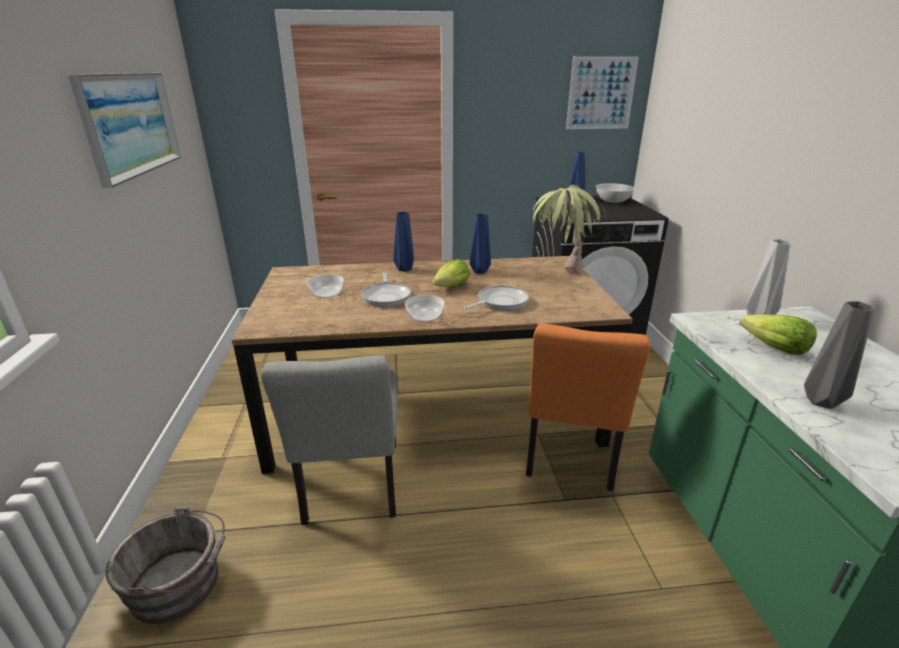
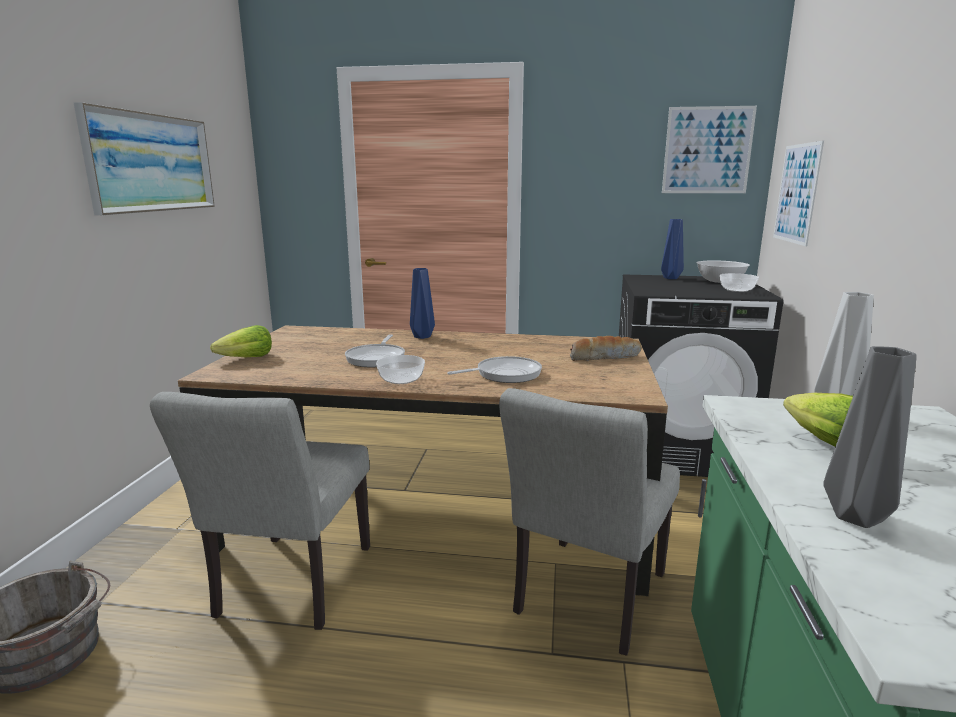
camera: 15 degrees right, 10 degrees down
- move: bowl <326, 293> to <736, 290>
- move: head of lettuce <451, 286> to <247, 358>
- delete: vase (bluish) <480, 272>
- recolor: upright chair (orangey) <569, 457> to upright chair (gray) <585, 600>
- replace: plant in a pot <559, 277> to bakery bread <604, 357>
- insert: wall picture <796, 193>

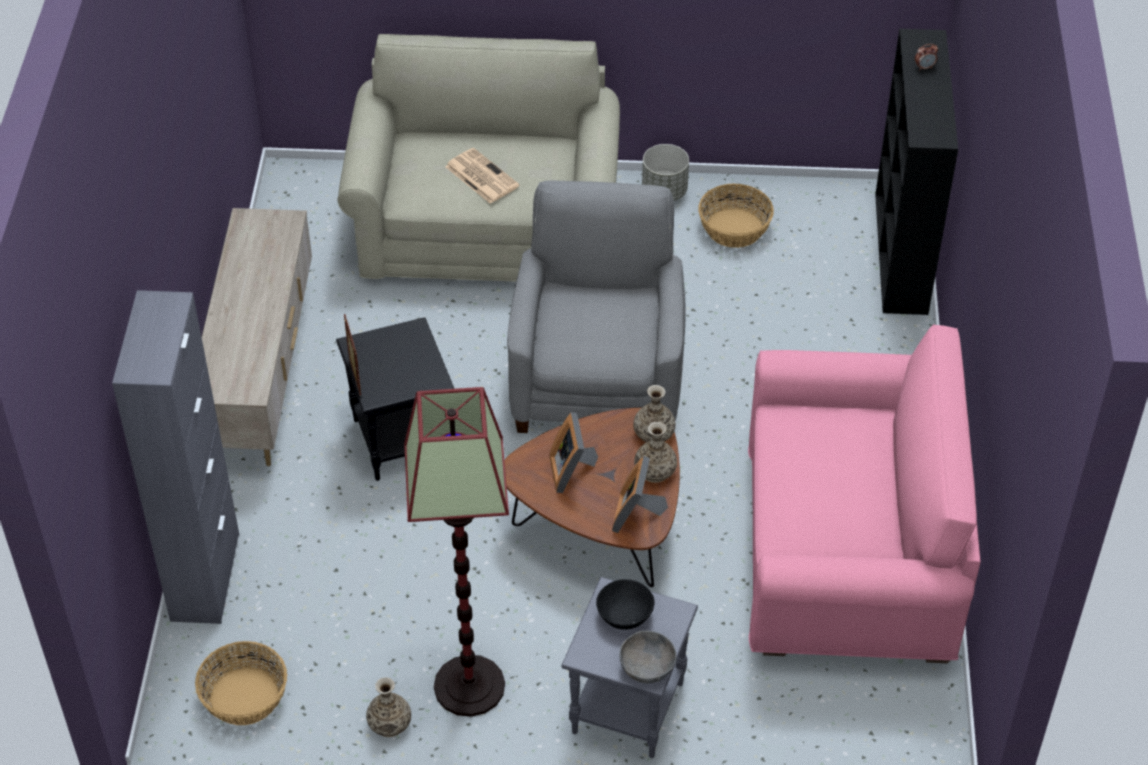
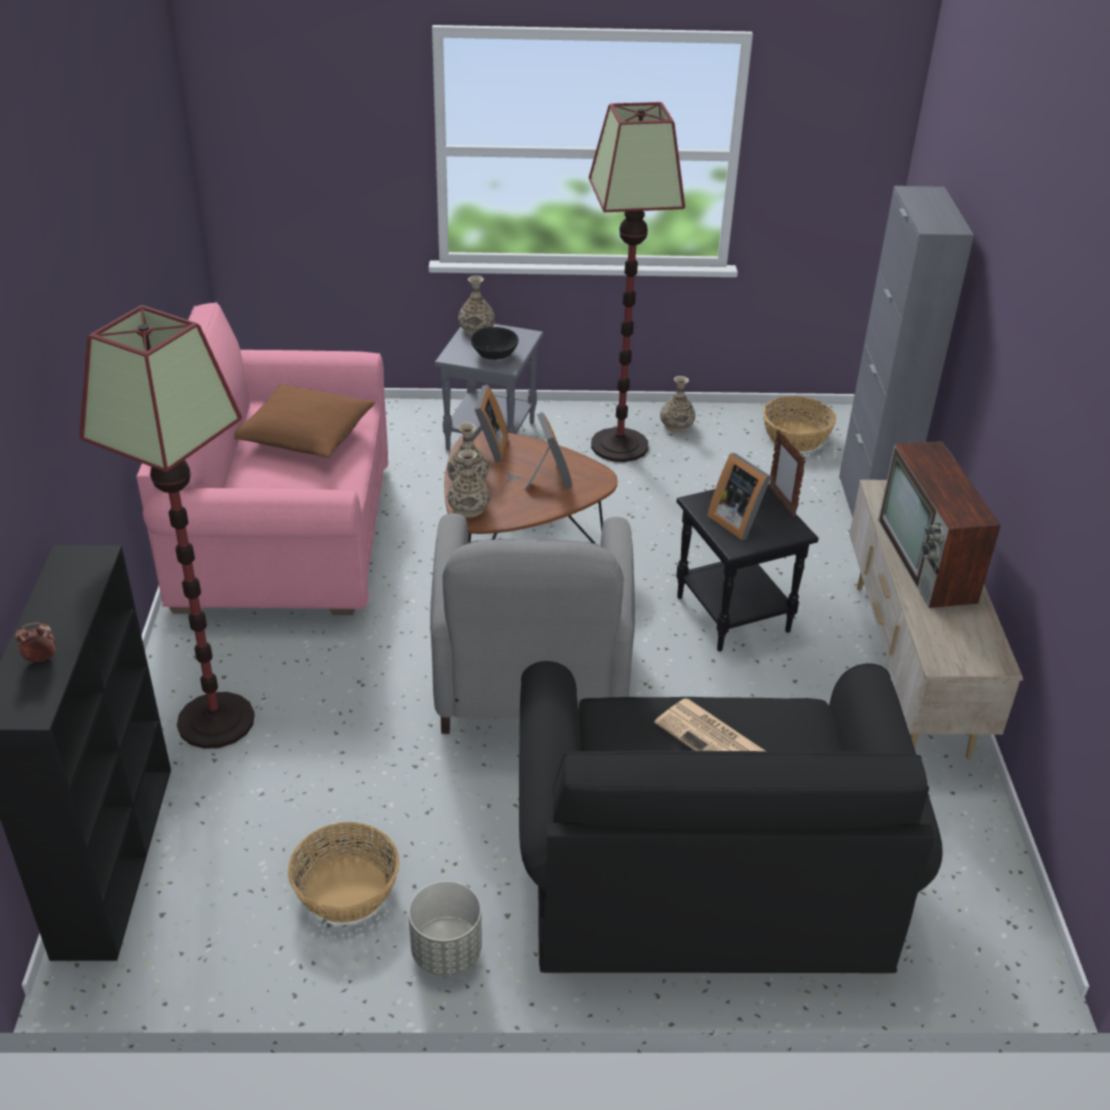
camera: 175 degrees right, 10 degrees down
- recolor: sofa (beige) <487, 228> to sofa (blackish) <702, 875>
- replace: bowl (gray) <647, 667> to vase <476, 330>
- insert: standard lamp <215, 721>
- insert: throw pillow (brown-coloured) <305, 435>
- insert: picture frame <737, 521>
- insert: TV <928, 562>

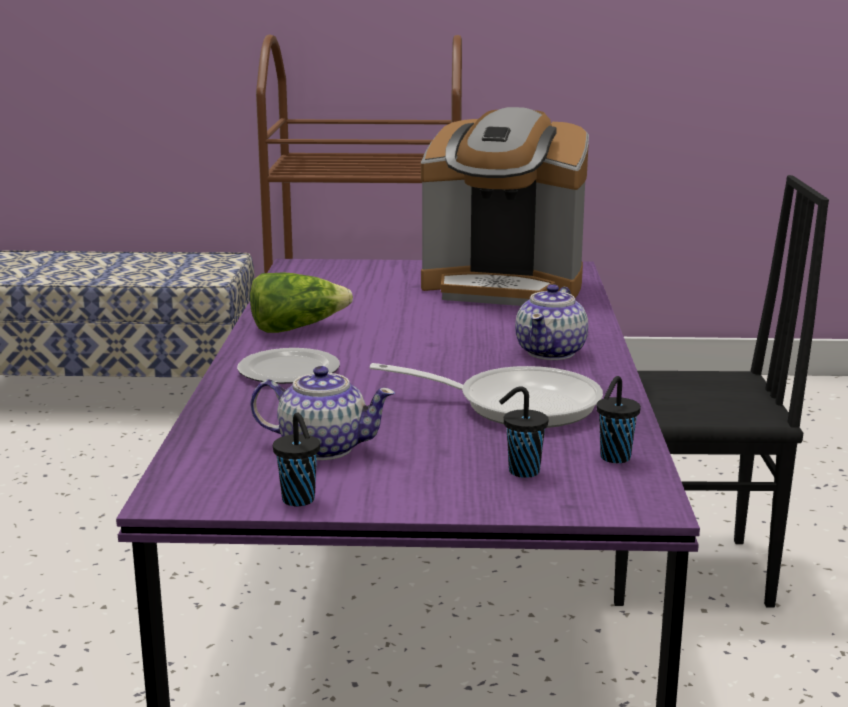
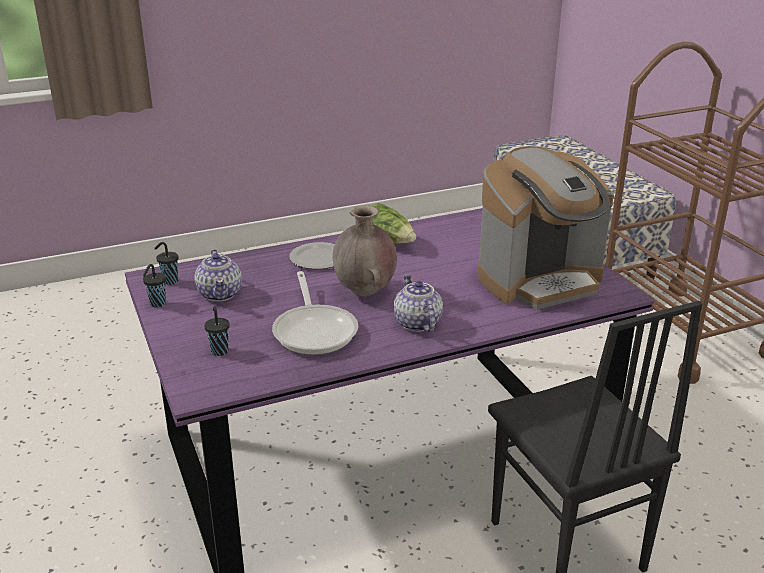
camera: 65 degrees right, 10 degrees up
- rotate: coffee maker <503, 287> = <540, 281> 105 degrees counterclockwise
- rotate: tea pot <551, 352> = <417, 323> 75 degrees clockwise
- move: drinking cup (blackish) <614, 458> to <169, 281>
- insert: vase (brown-coloured) <365, 292>

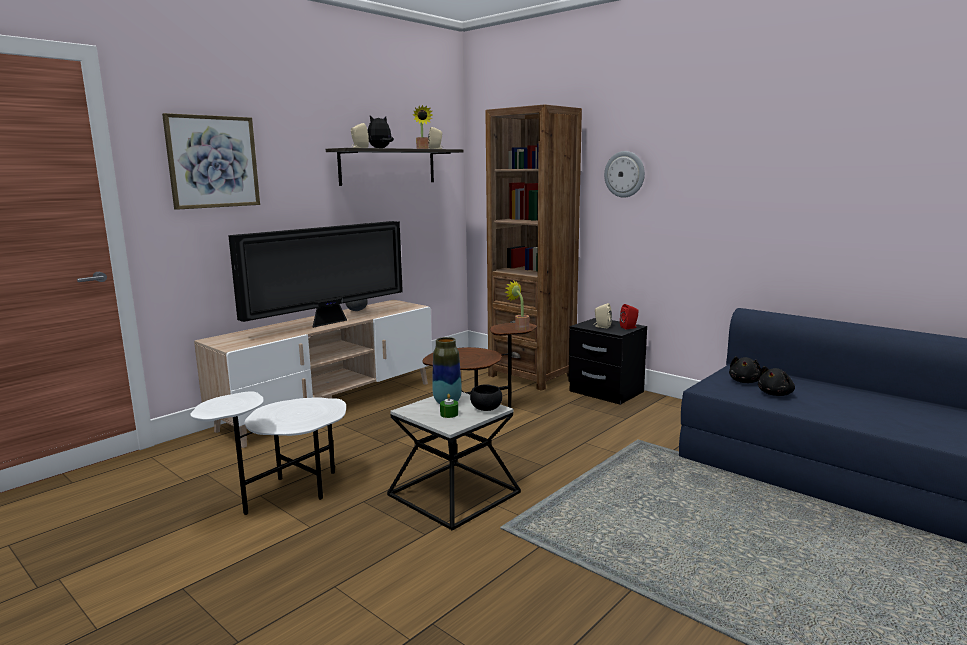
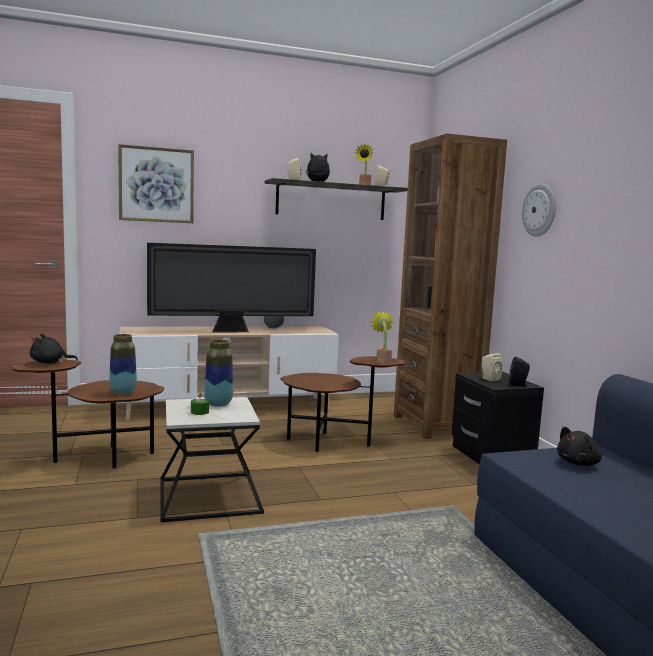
camera: 30 degrees right, 5 degrees down
- recolor: side table (white) <287, 494> to side table (brown-coloured) <99, 458>
- delete: bowl (blackish) <485, 409>
- recolor: speaker (red) <629, 327> to speaker (blackish) <519, 385>
- move: soft toy (blackish) <776, 394> to <50, 363>
- insert: vase <123, 392>

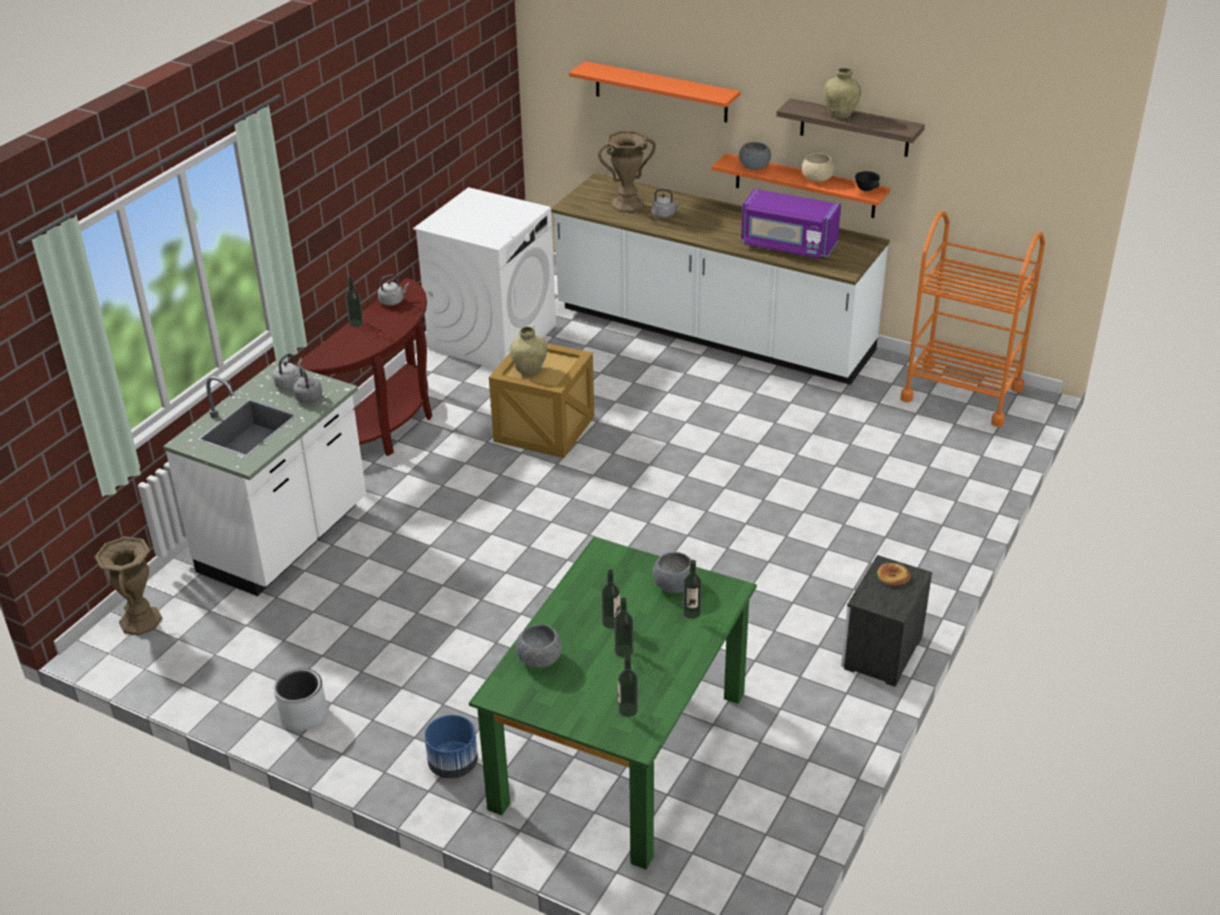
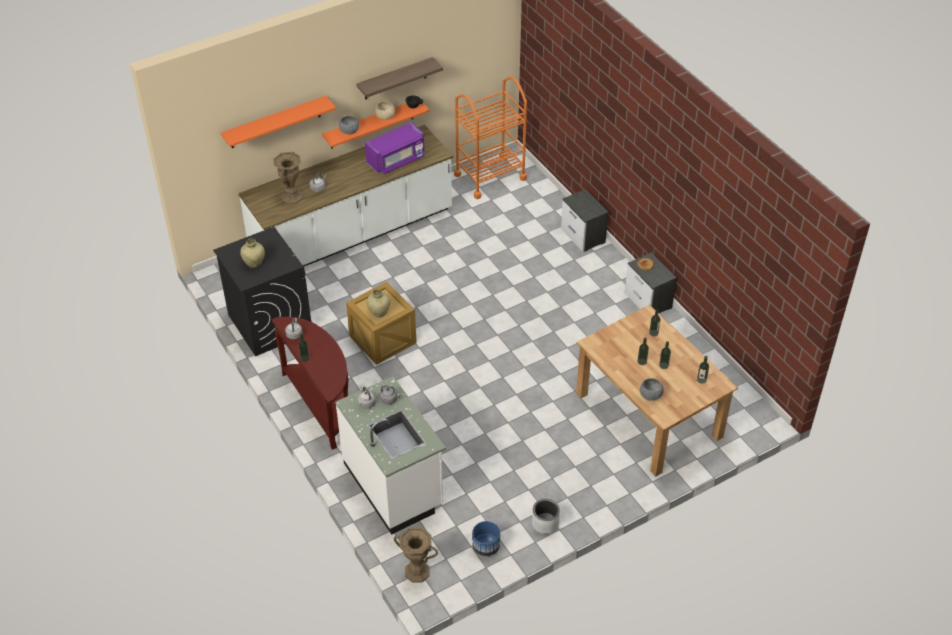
camera: 60 degrees left, 10 degrees up
- recolor: washing machine (white) <493, 337> to washing machine (blackish) <269, 323>
- move: planter (bluish) <453, 765> to <486, 547>
- recolor: dining table (greenish) <621, 751> to dining table (brown-coloured) <649, 415>
- delete: bowl (gray) <674, 585>
- move: vase (beige) <840, 115> to <254, 263>
- insert: nightstand <583, 236>

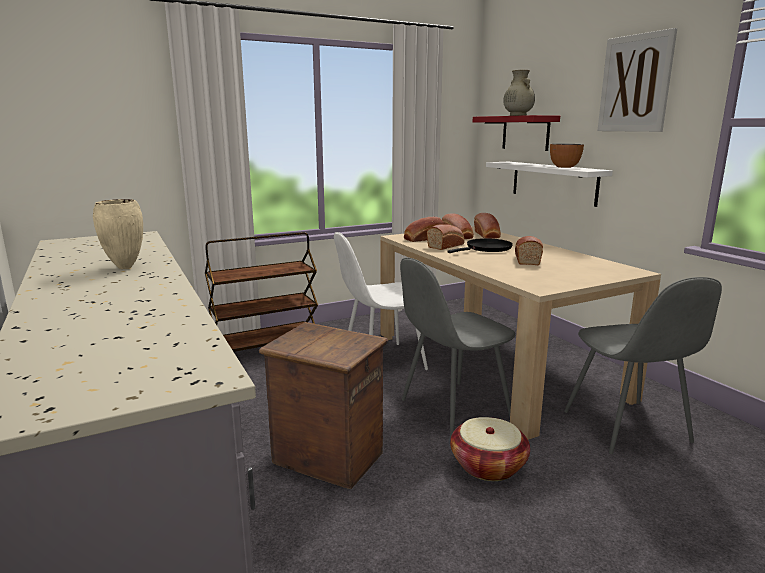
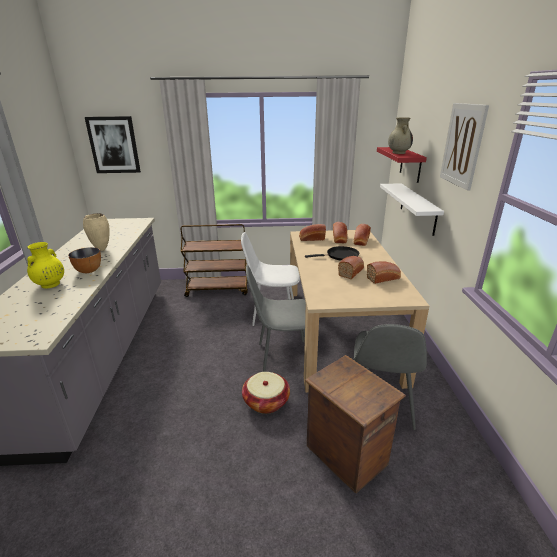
camera: 25 degrees right, 10 degrees up
- move: shipping crate <328, 459> to <346, 456>
- move: bakery bread <446, 246> to <384, 278>
- move: bowl <564, 167> to <88, 271>
- insert: vase (yellow-coloured) <50, 285>
- insert: wall picture <114, 145>

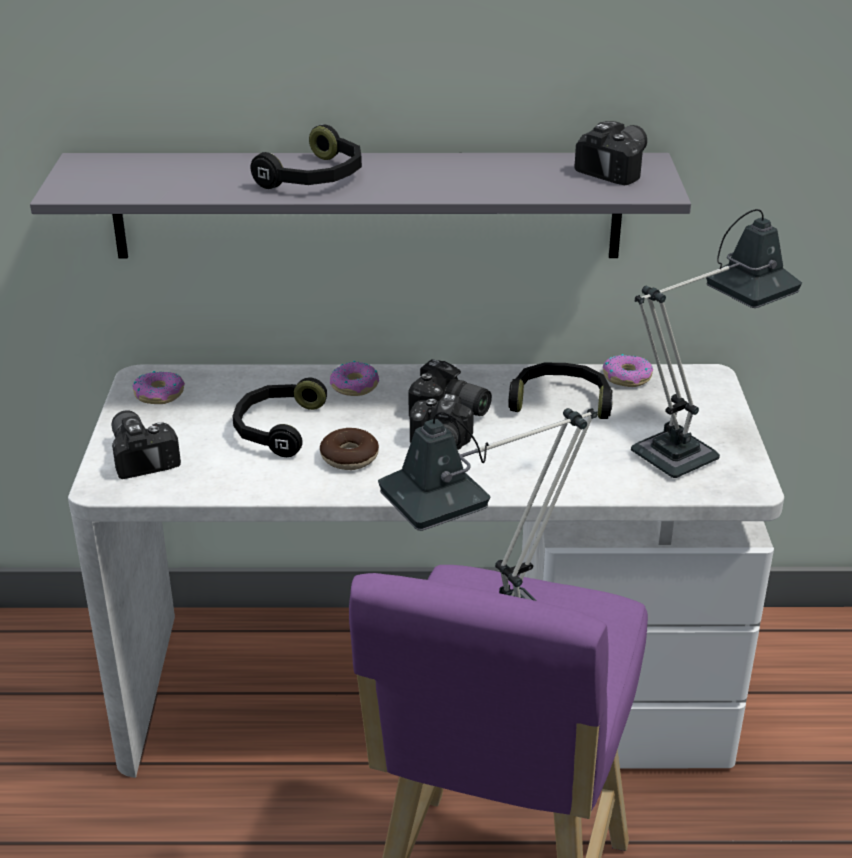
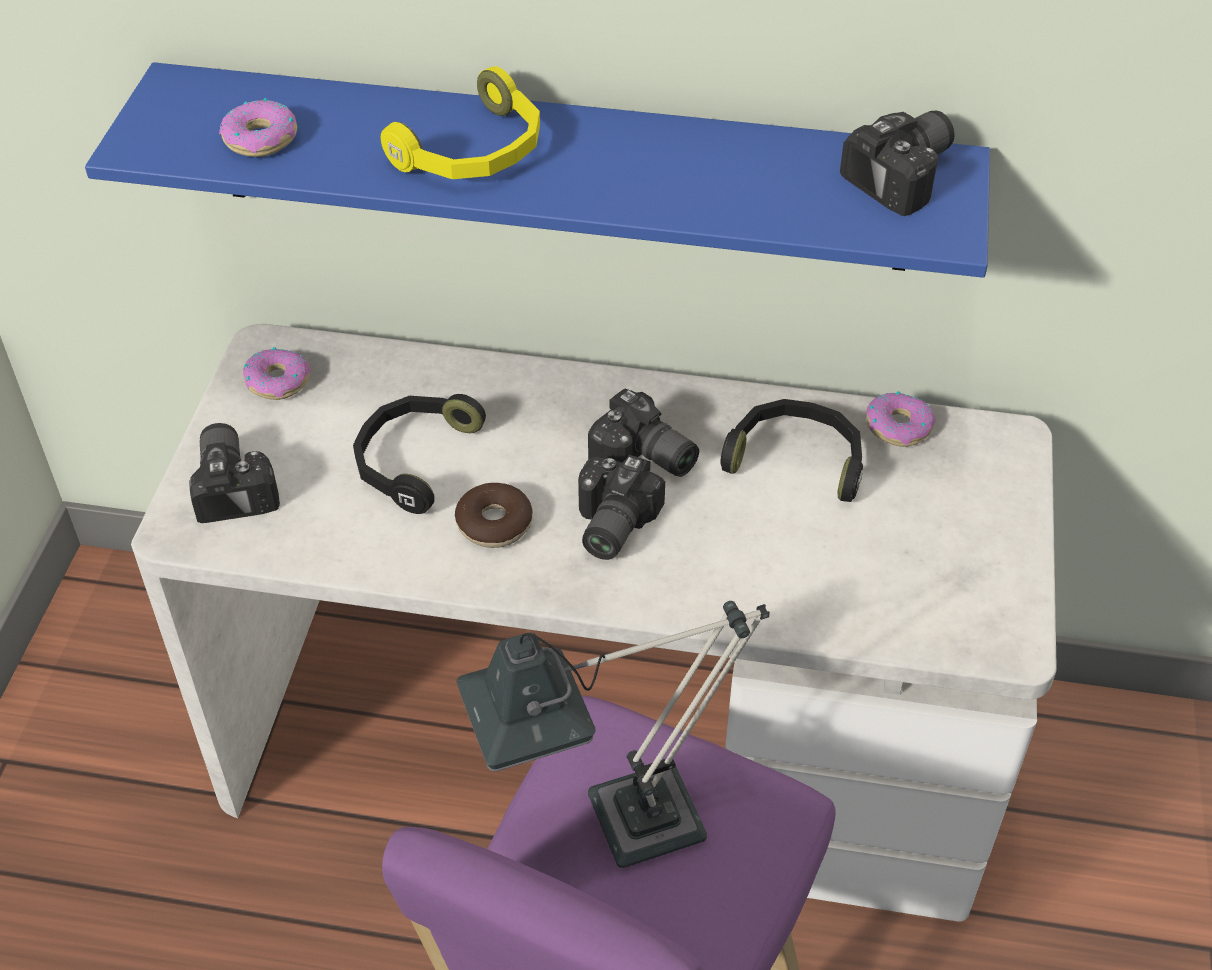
camera: 10 degrees right, 15 degrees up
- recolor: bracket shelf (gray) <367, 205> to bracket shelf (bluish) <560, 168>
- recolor: headphones (blackish) <316, 178> to headphones (yellow-coloured) <475, 153>
- move: donut <355, 386> to <261, 139>
- delete: lamp for a table <688, 450>

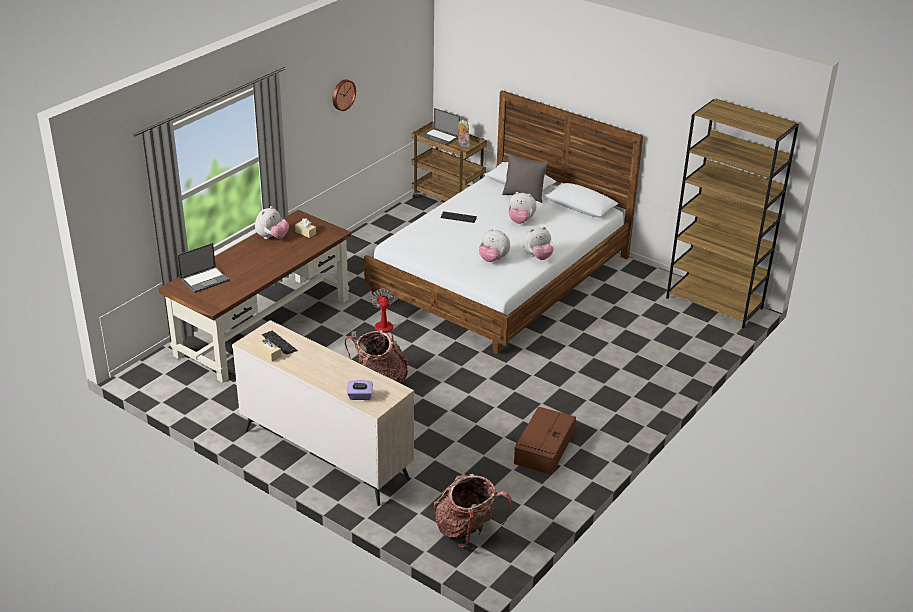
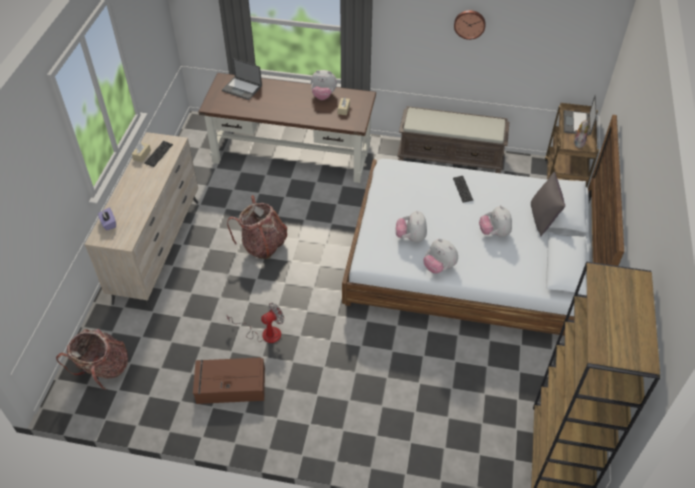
camera: 65 degrees right, 15 degrees up
- move: cooling fan <378, 330> to <264, 333>
- insert: indoor bench (brown-coloured) <451, 156>

